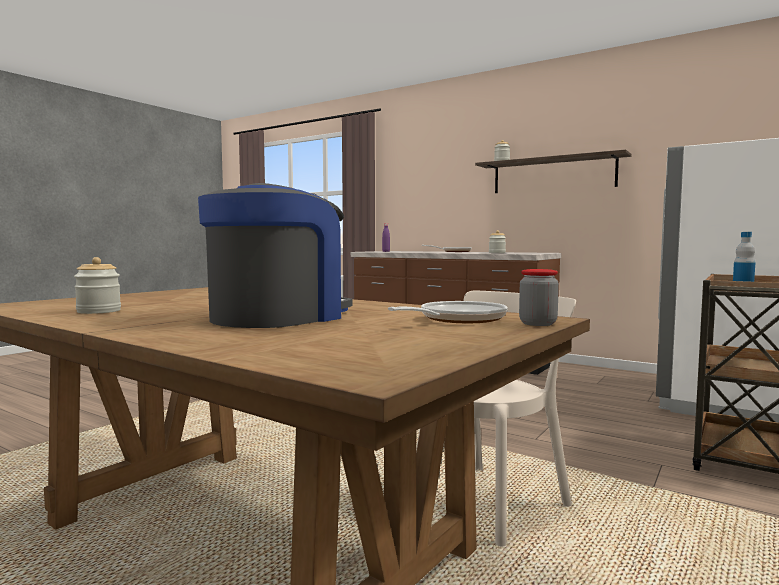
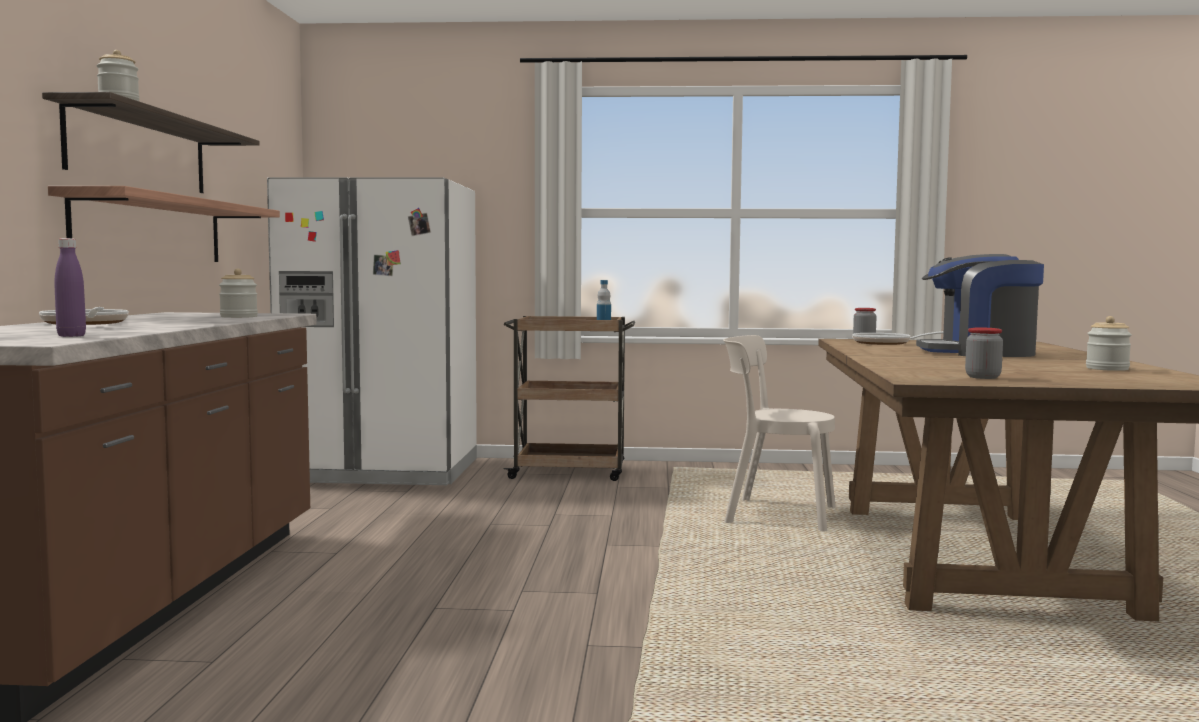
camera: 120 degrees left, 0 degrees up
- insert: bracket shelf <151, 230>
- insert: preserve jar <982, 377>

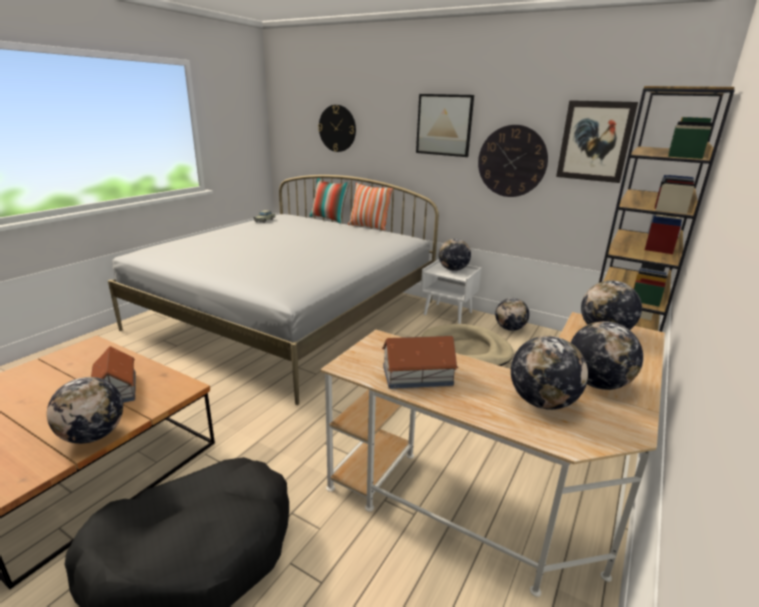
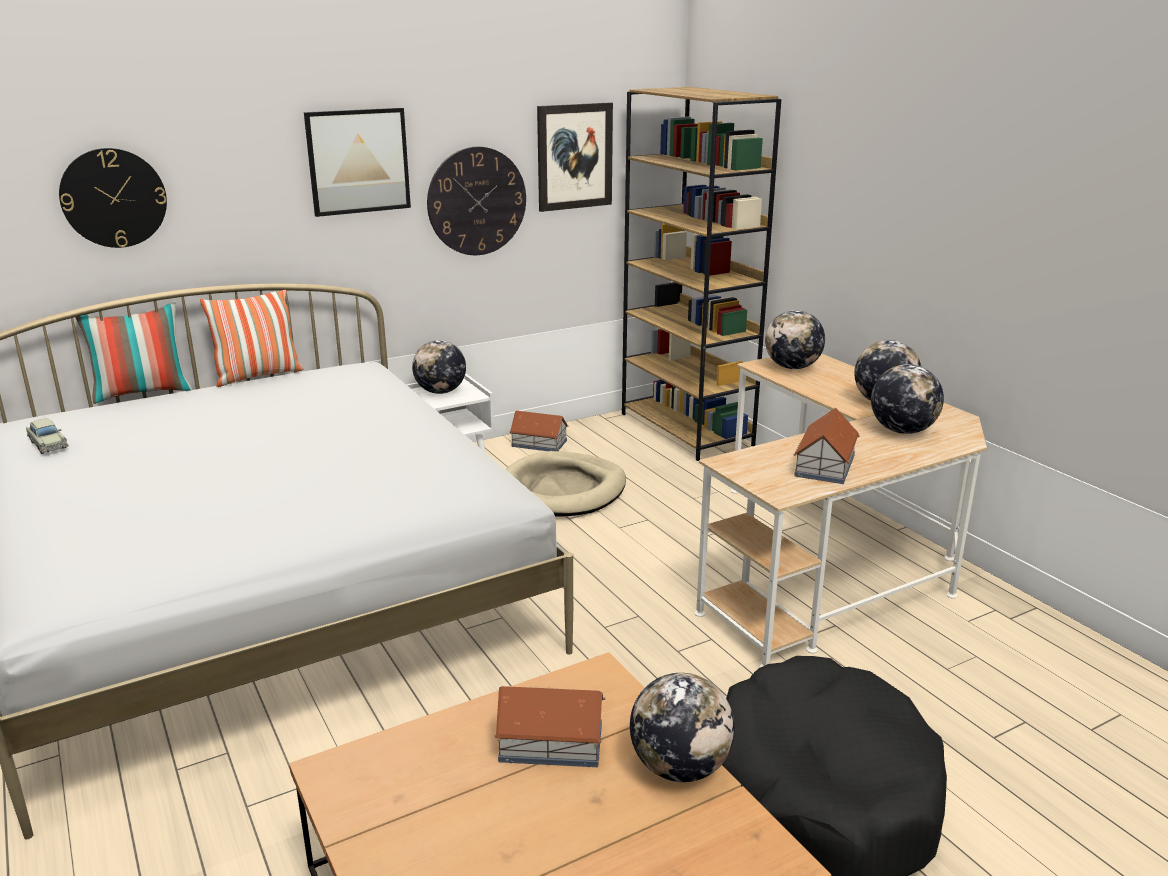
camera: 60 degrees left, 0 degrees up
- replace: world globe <510, 329> to toy house <539, 443>

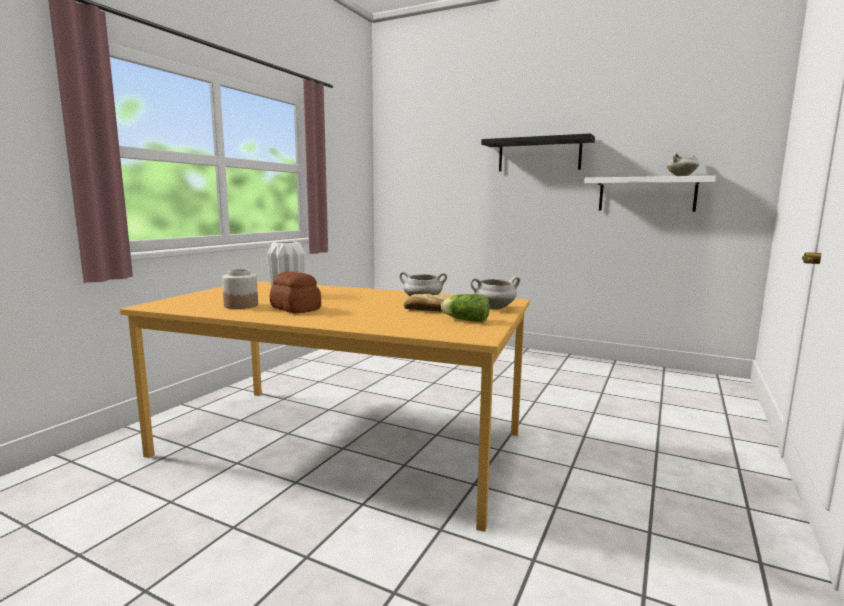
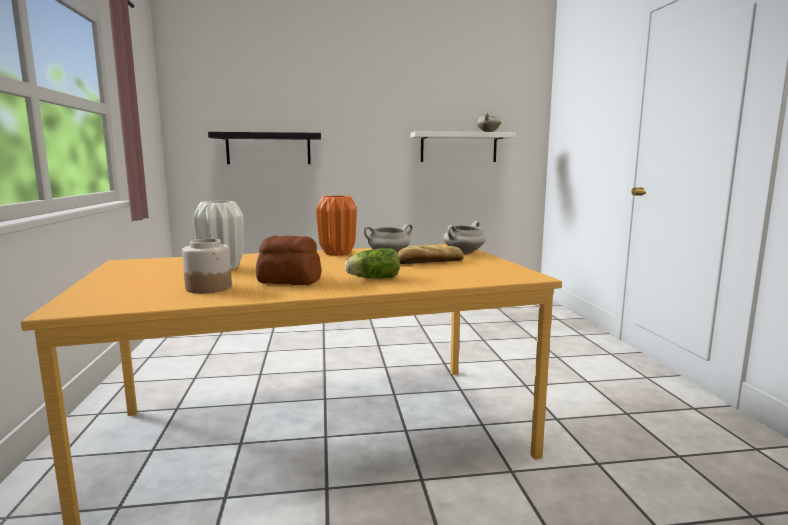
camera: 35 degrees left, 0 degrees up
- move: head of lettuce <464, 320> to <372, 278>
- move: bracket shelf (blackish) <539, 155> to <268, 149>
- insert: vase (orangey) <337, 253>

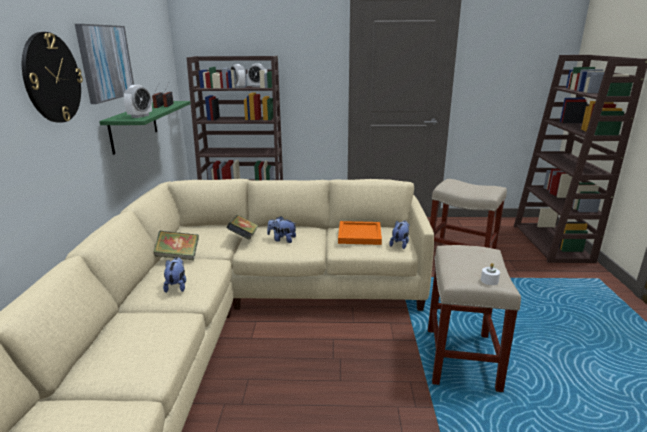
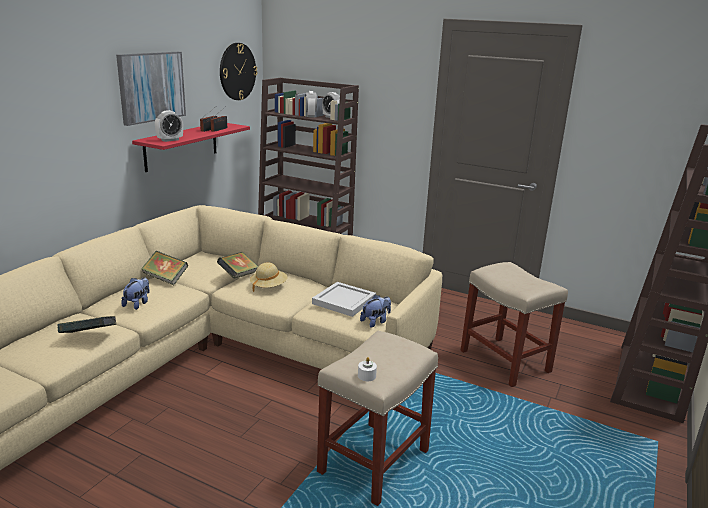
camera: 25 degrees right, 0 degrees up
- move: clock on the wall <52, 78> to <237, 71>
- recolor: bracket shelf (greenish) <134, 126> to bracket shelf (red) <181, 146>
- replace: soft toy <282, 239> to clothing hat (beige) <268, 286>
- recolor: serving tray (orangey) <360, 235> to serving tray (white) <344, 301>
- insert: bound book <89, 337>

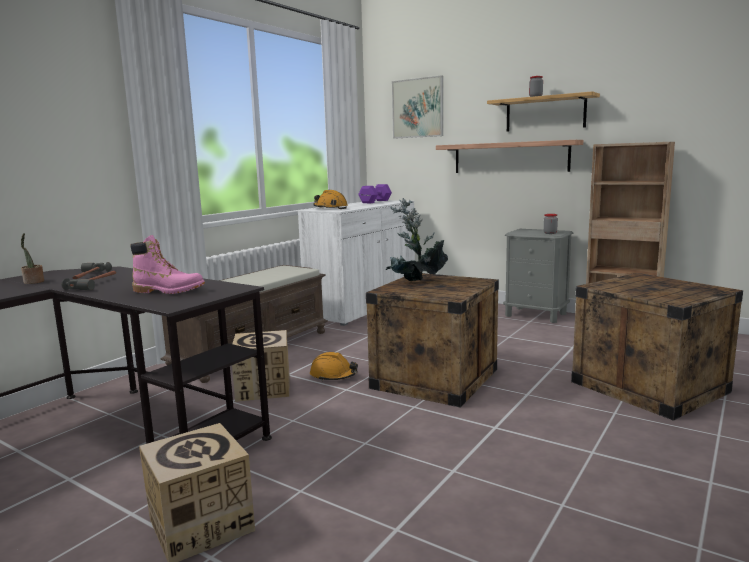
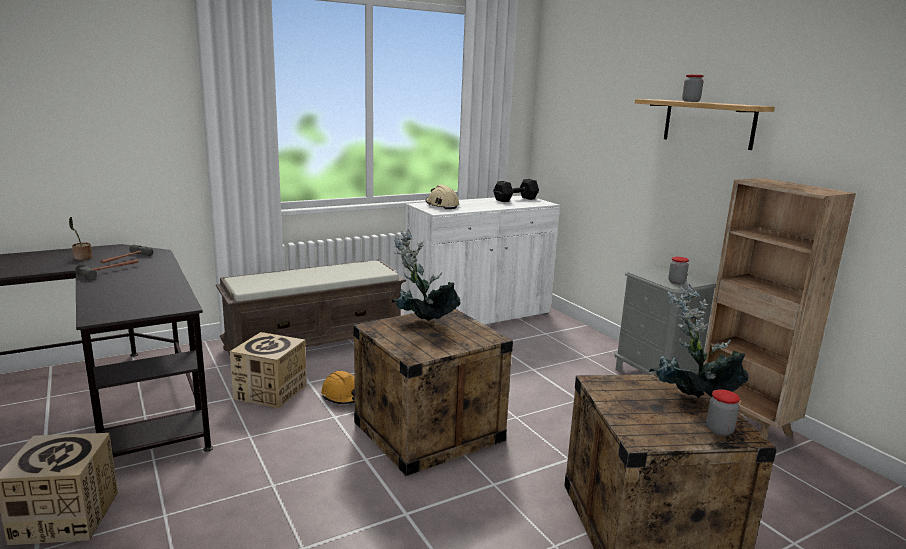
camera: 25 degrees right, 5 degrees up
- delete: boot (pinkish) <169, 291>
- recolor: work helmet (orangey) <330, 208> to work helmet (beige) <442, 205>
- recolor: free weight (purple-coloured) <374, 201> to free weight (blackish) <514, 199>
- delete: wall picture <418, 108>
- delete: bracket shelf <510, 157>
- insert: plant in a pot <690, 400>
- insert: preserve jar <719, 430>

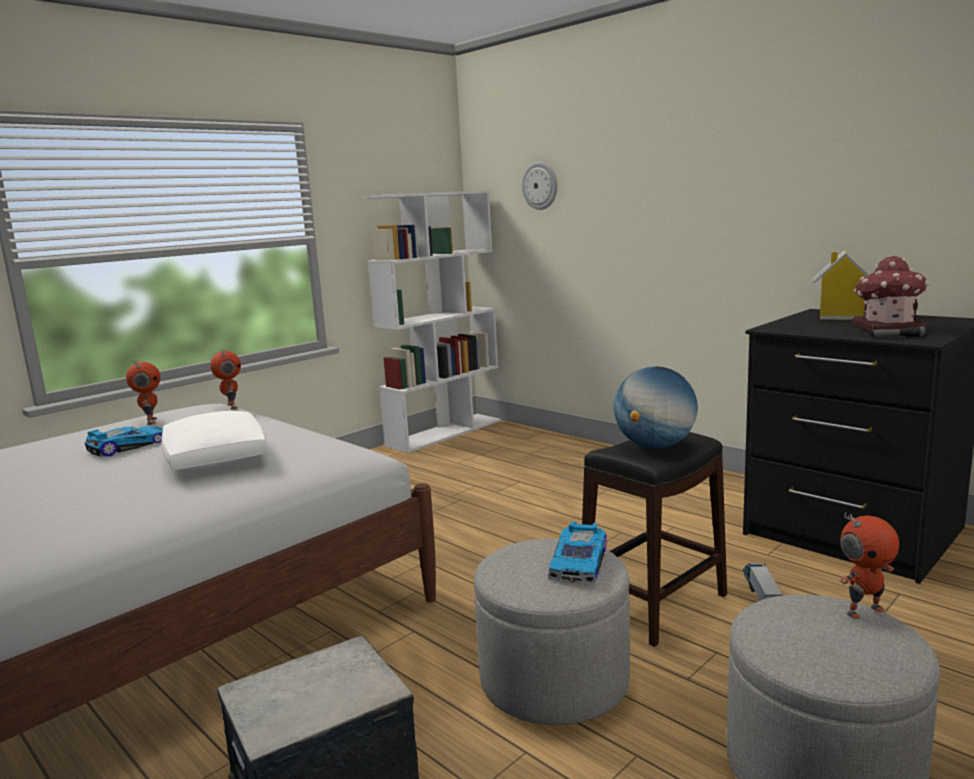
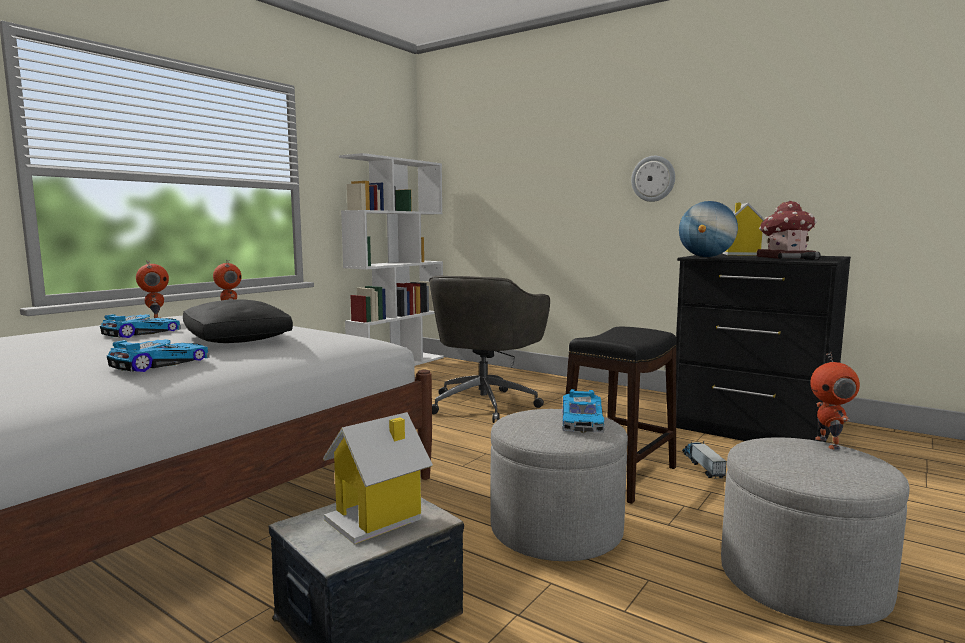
camera: 10 degrees left, 5 degrees down
- recolor: throw pillow (white) <215, 457> to throw pillow (blackish) <236, 338>
- move: clock on the wall <540, 185> to <653, 178>
- move: world globe <655, 446> to <706, 257>
- rotate: robot figure <863, 611> = <829, 443> 120 degrees clockwise
- insert: model car <159, 363>
- insert: toy house <377, 518>
- insert: desk chair (gray) <485, 404>

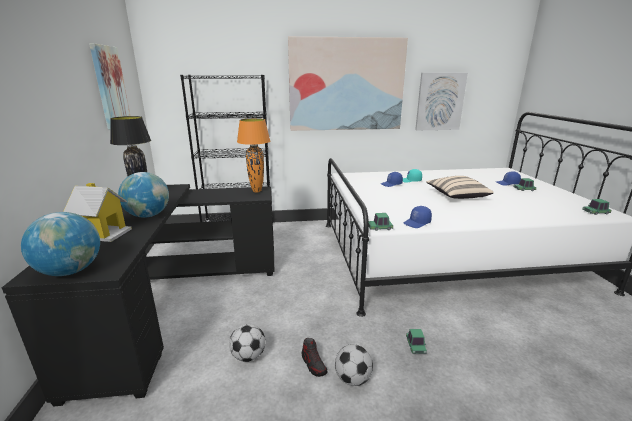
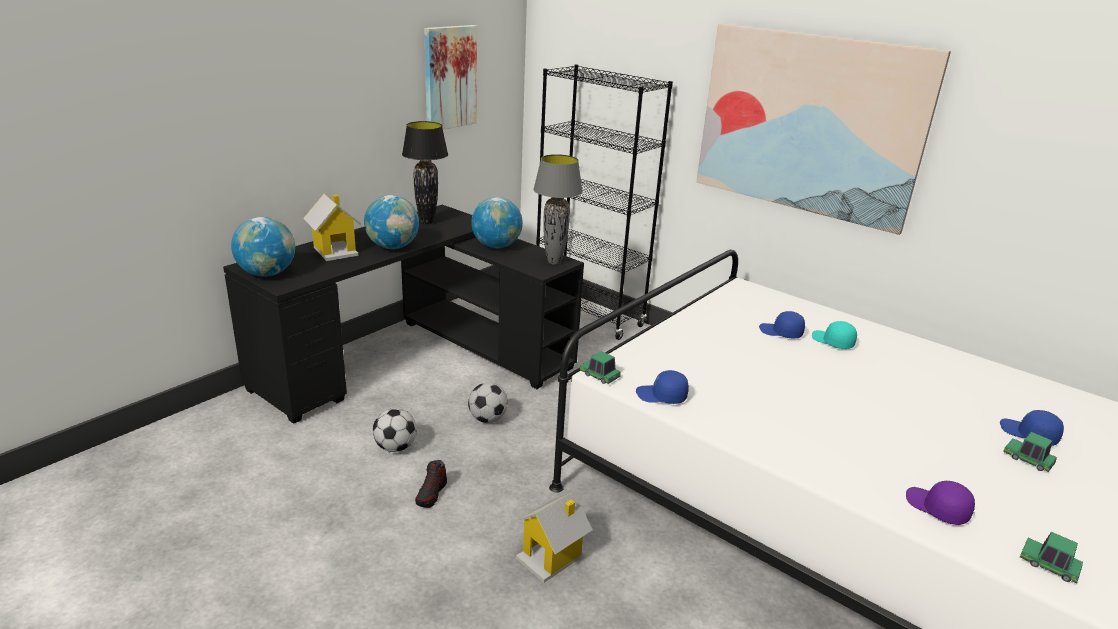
camera: 45 degrees right, 5 degrees up
- recolor: lamp for a table (orangey) <256, 191> to lamp for a table (gray) <554, 262>
- move: football <352, 379> to <487, 419>
- replace: model car <415, 346> to toy house <551, 557>
- delete: wall picture <440, 101>
- delete: throw pillow (beige) <456, 196>
- insert: world globe <496, 246>
- insert: baseball cap (purple-coloured) <936, 508>

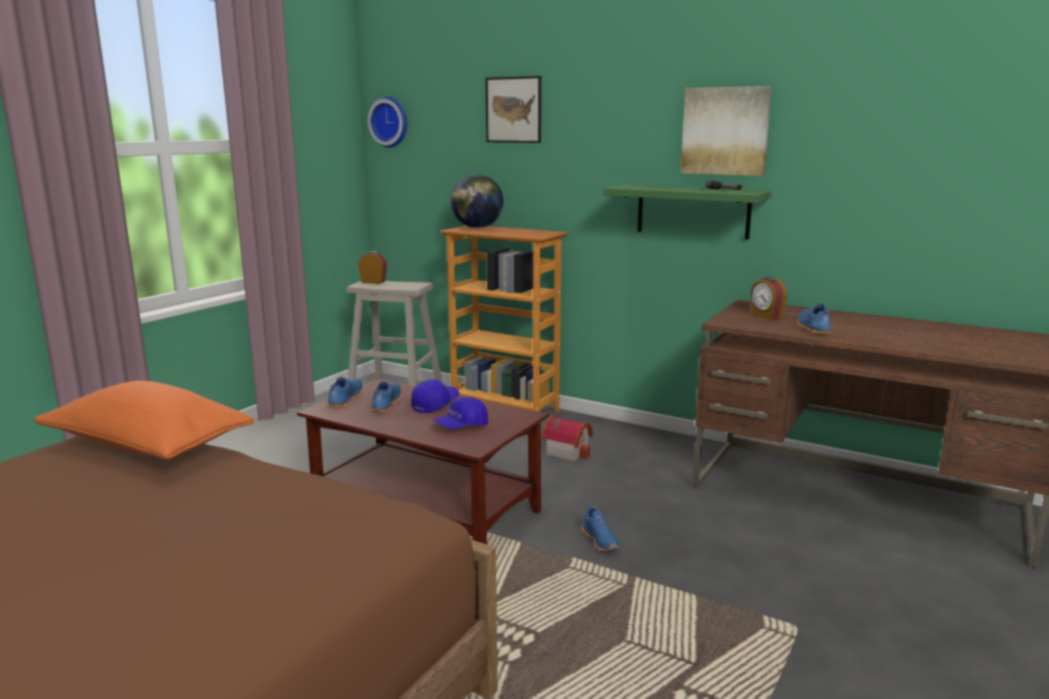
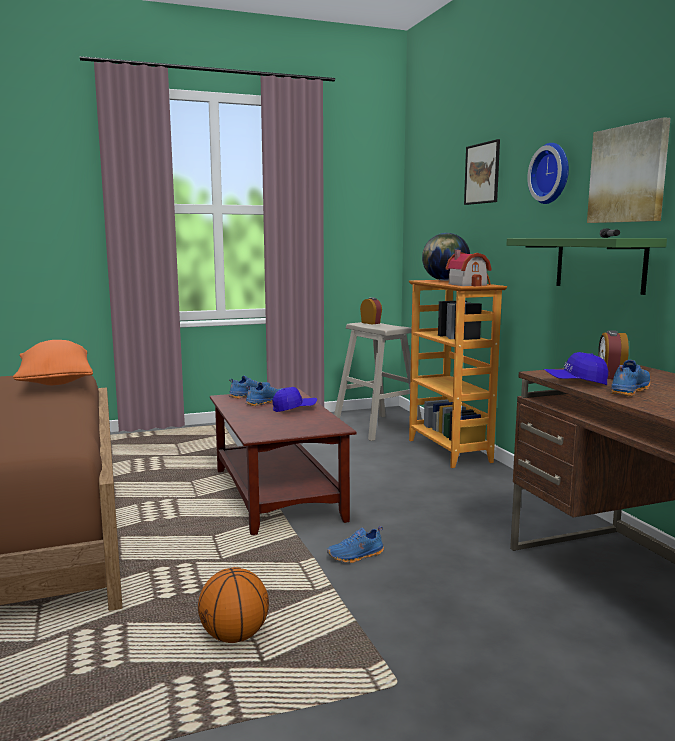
camera: 40 degrees right, 5 degrees down
- move: clock on the wall <390, 122> to <552, 173>
- move: baseball cap (bluish) <461, 426> to <575, 383>
- move: toy house <567, 451> to <469, 284>
- rotate: low shoe (bluish) <601, 540> = <356, 556> 45 degrees clockwise
- insert: basketball ball <235, 636>

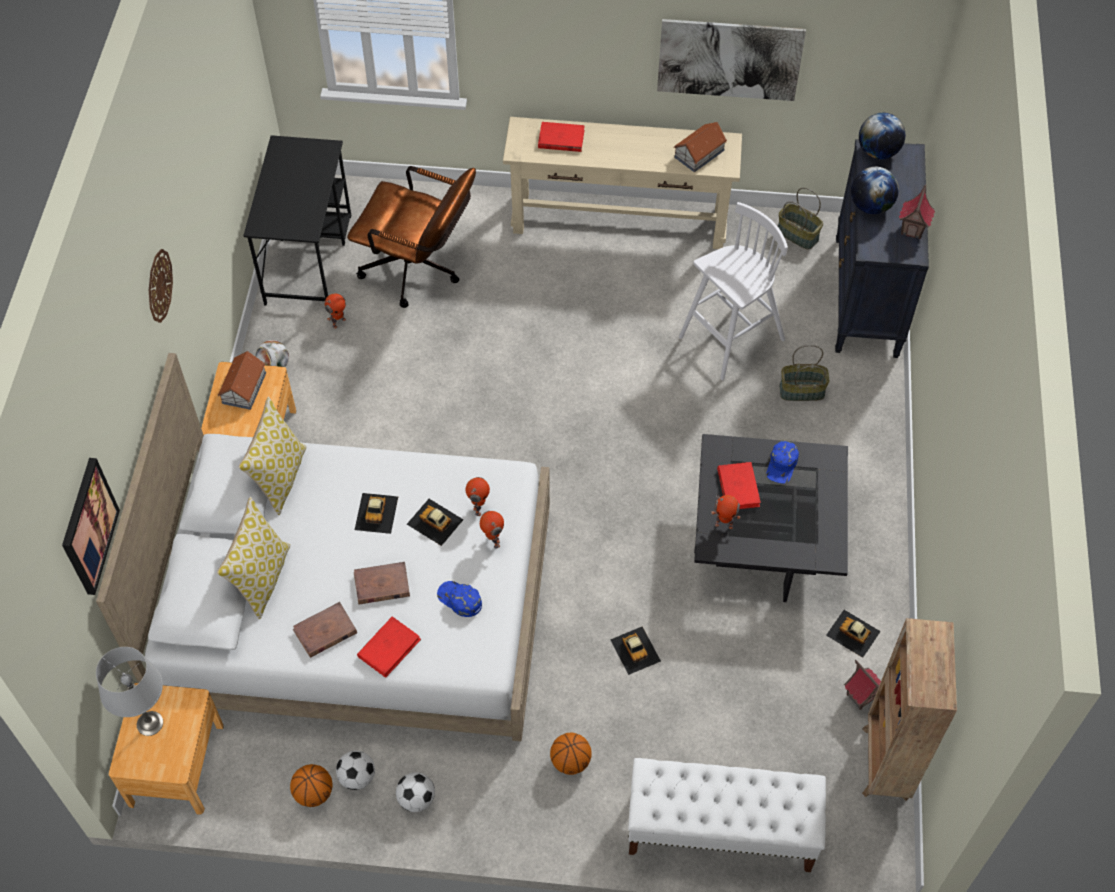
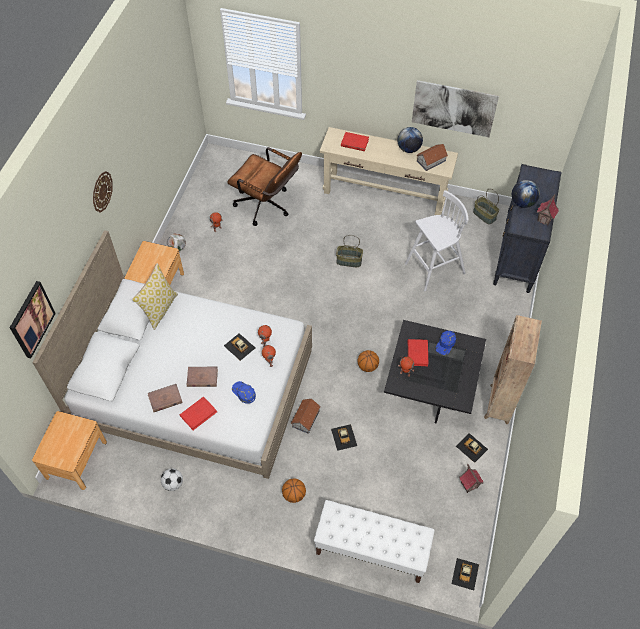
camera: 10 degrees right, 0 degrees up
- delete: lamp for a table (gray) <150, 723>
- delete: throw pillow <261, 578>
- move: toy house <244, 387> to <306, 418>
- delete: desk table (blackish) <308, 258>
- move: basketball ball <314, 793> to <367, 366>
- move: model car <376, 512> to <465, 573>
- delete: football <416, 799>
- move: basket <801, 391> to <348, 261>
- move: world globe <878, 152> to <409, 149>
- move: bookcase (brown-coloured) <884, 764> to <498, 404>

